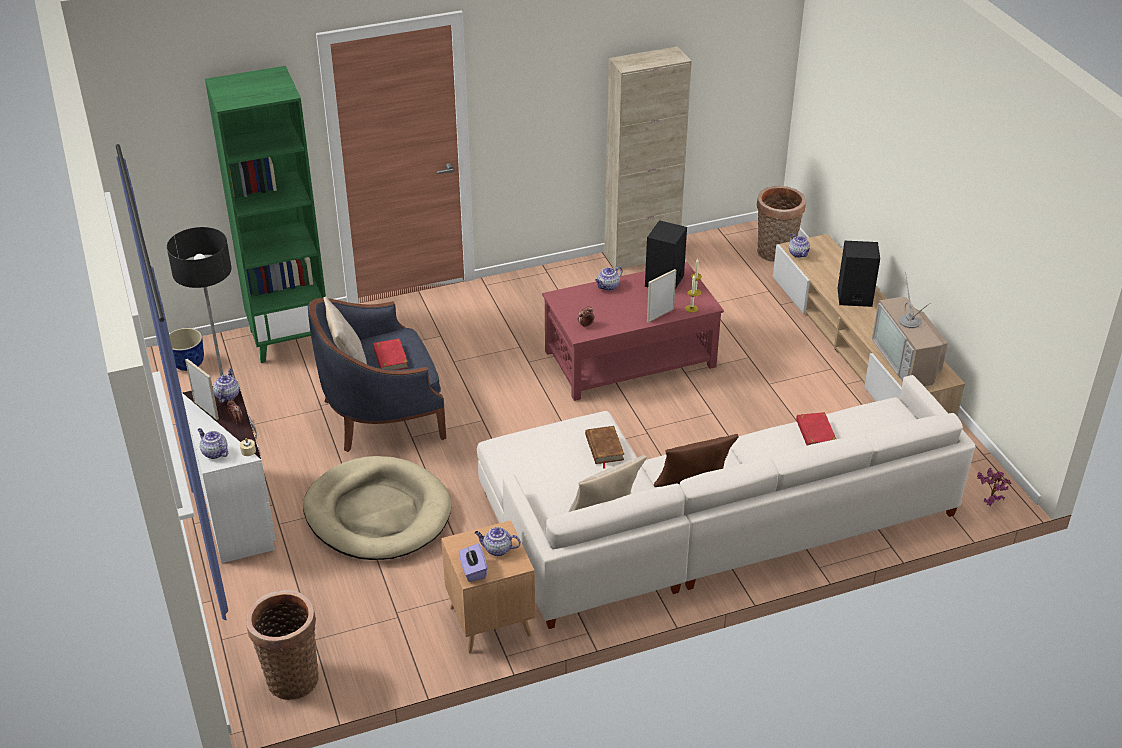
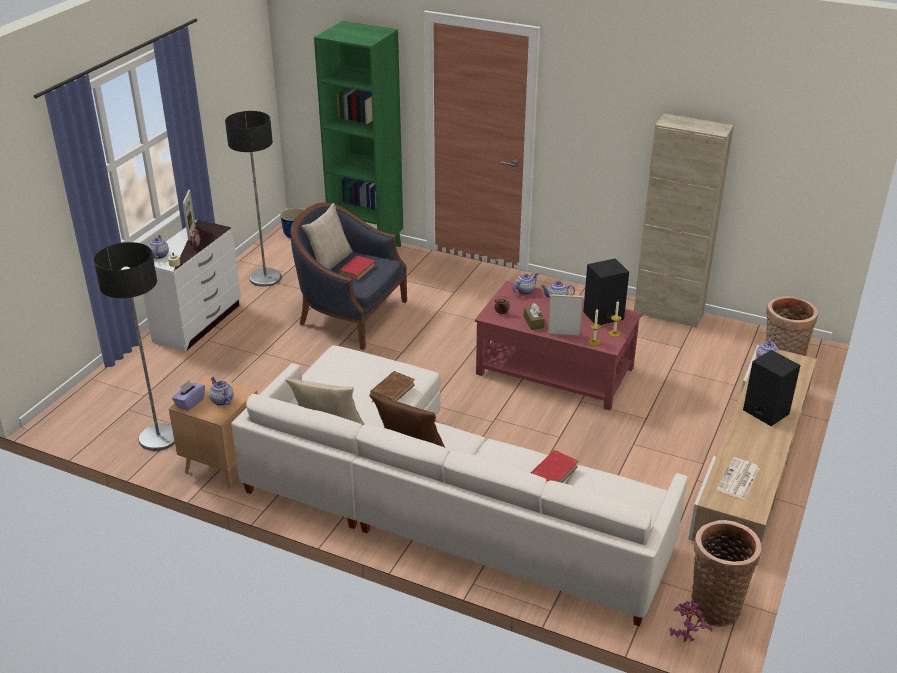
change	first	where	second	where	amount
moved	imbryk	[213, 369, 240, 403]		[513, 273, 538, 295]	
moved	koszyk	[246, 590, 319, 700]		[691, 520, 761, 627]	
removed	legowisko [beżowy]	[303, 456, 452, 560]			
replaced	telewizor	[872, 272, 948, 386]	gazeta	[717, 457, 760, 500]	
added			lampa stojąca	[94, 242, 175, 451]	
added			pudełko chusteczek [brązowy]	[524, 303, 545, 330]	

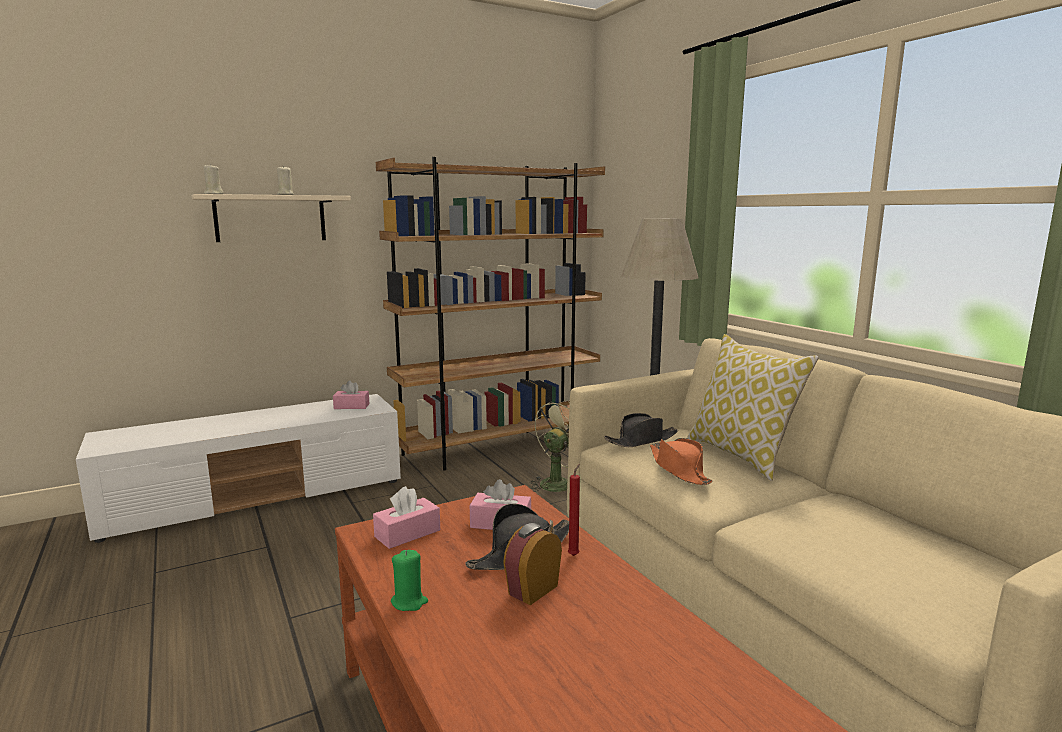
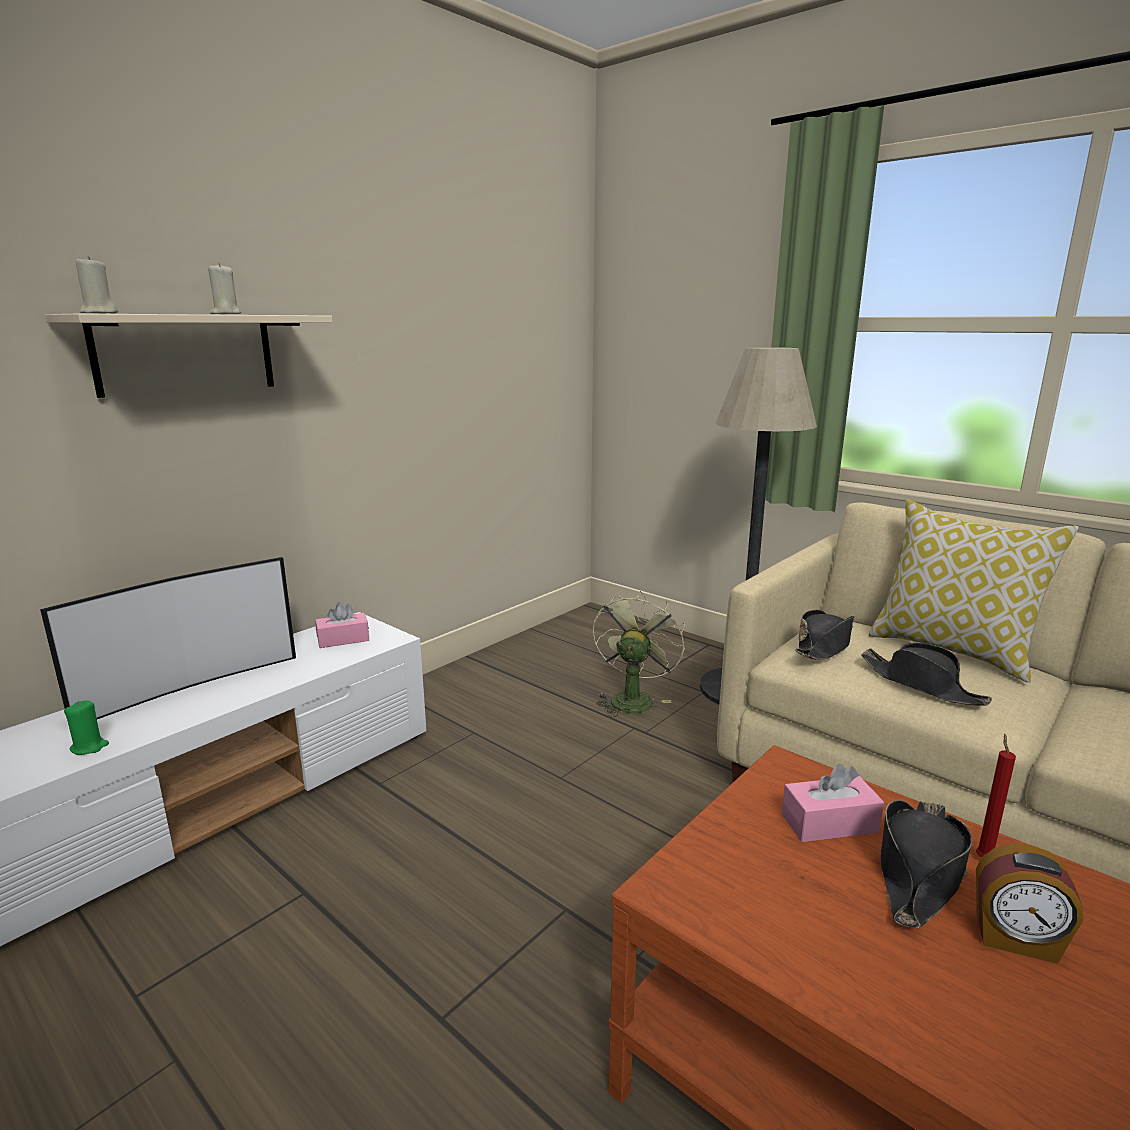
change	first	where	second	where	amount
removed	pudełko chusteczek [różowy]	[373, 486, 440, 549]			
removed	regał [brązowy]	[376, 157, 605, 471]			
moved	świeca [zielony]	[391, 550, 428, 611]		[64, 700, 109, 755]	
turned	budzik	[503, 523, 562, 605]		[976, 844, 1083, 964]	90 degrees counterclockwise
recoloured	kapelusz [pomarańczowy]	[650, 438, 713, 485]	kapelusz [czarny]	[861, 643, 992, 706]	
added			telewizor	[40, 557, 296, 719]	

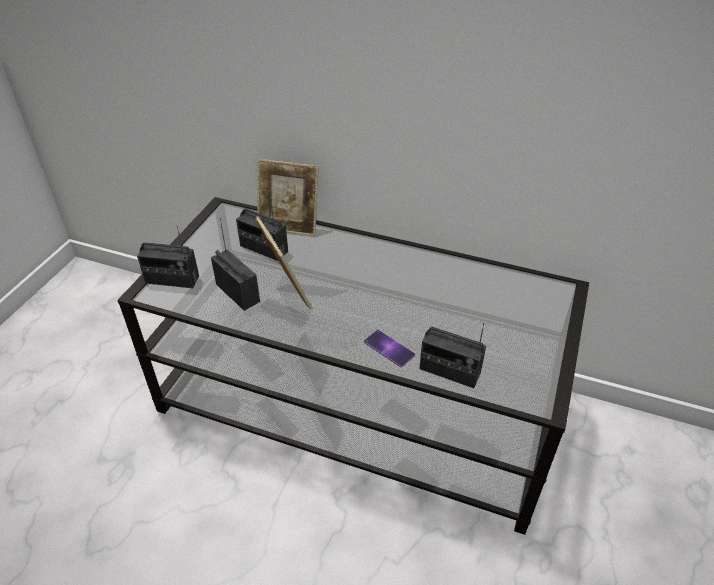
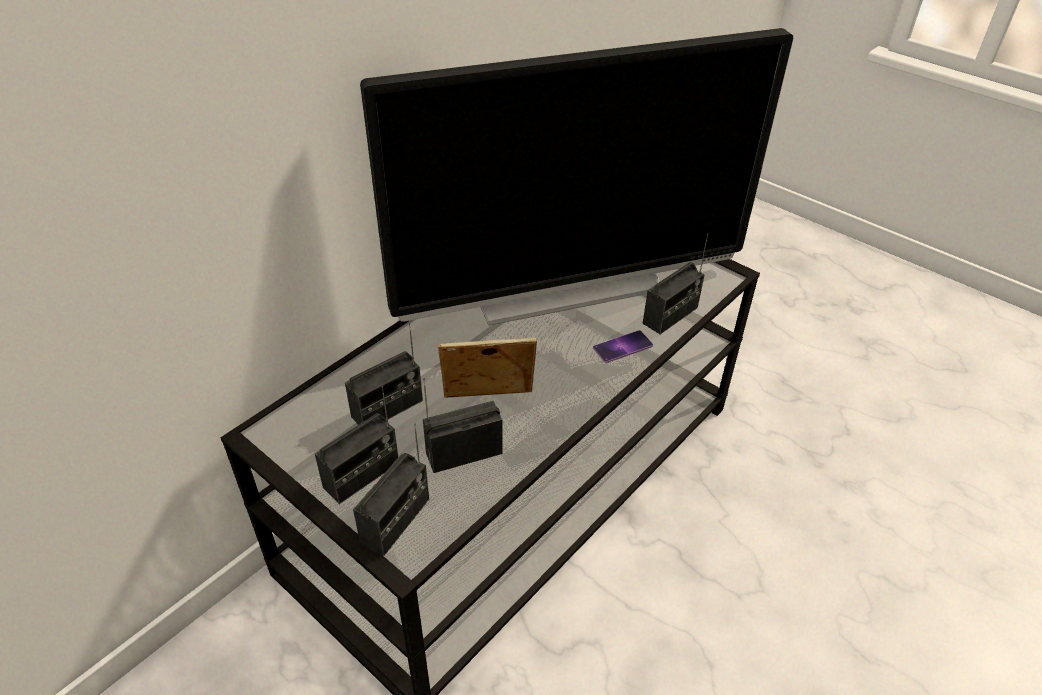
change	first	where	second	where	amount
removed	ramka na zdjęcie	[257, 159, 319, 236]			
added			radio	[315, 386, 398, 504]	
added			telewizor	[360, 28, 793, 325]	

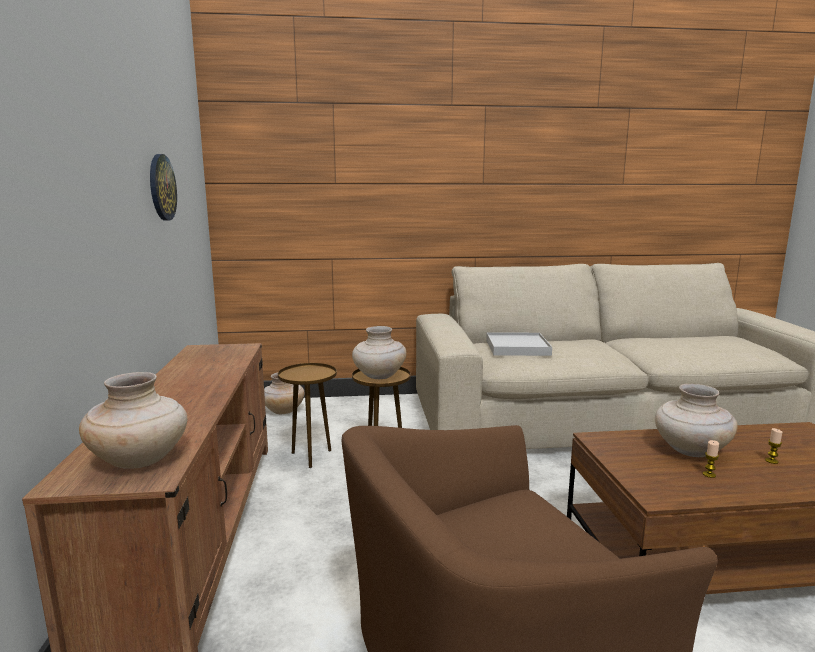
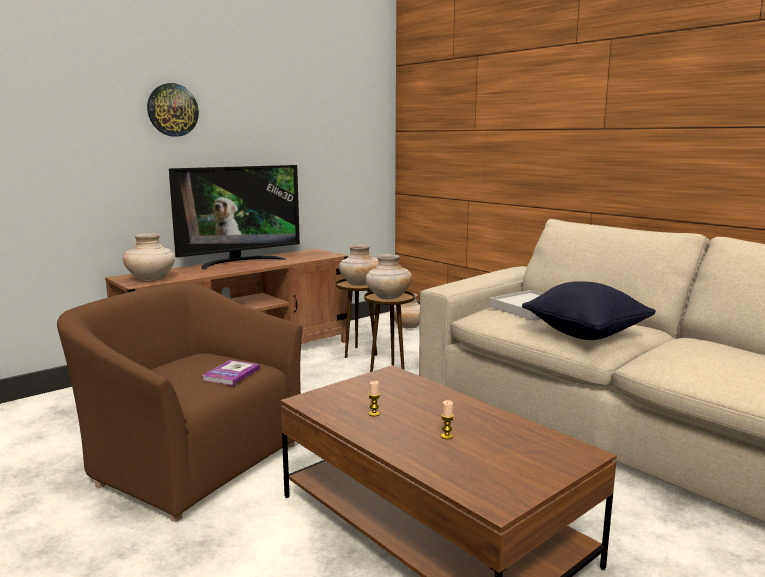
change	first	where	second	where	amount
moved	zegar ścienny	[150, 154, 177, 221]		[147, 83, 199, 137]	
moved	wazon [beżowy]	[655, 384, 738, 457]		[339, 245, 378, 286]	
added			telewizor	[169, 165, 300, 270]	
added			książka	[202, 360, 260, 385]	
added			poduszka [czarny]	[522, 281, 656, 340]	

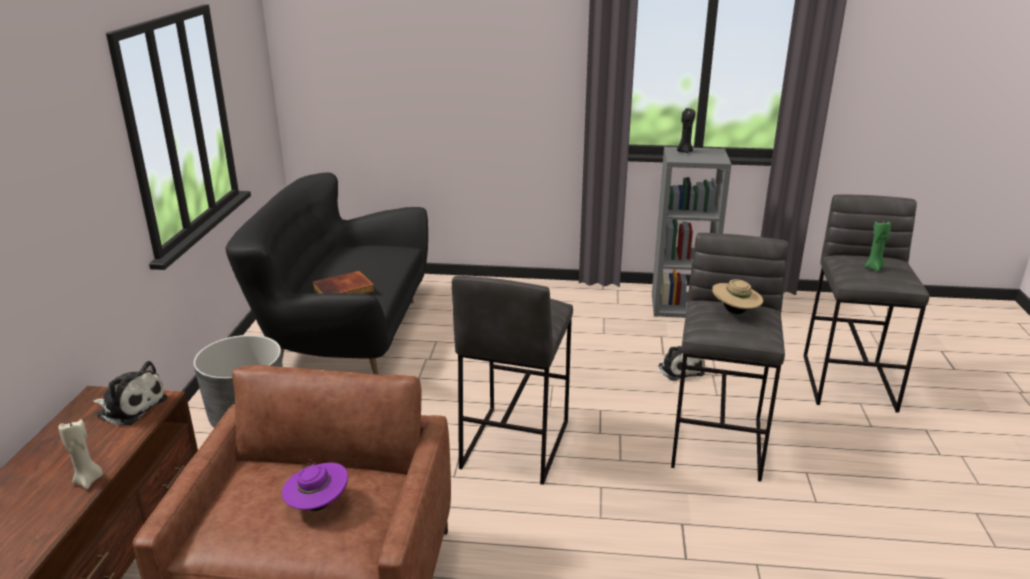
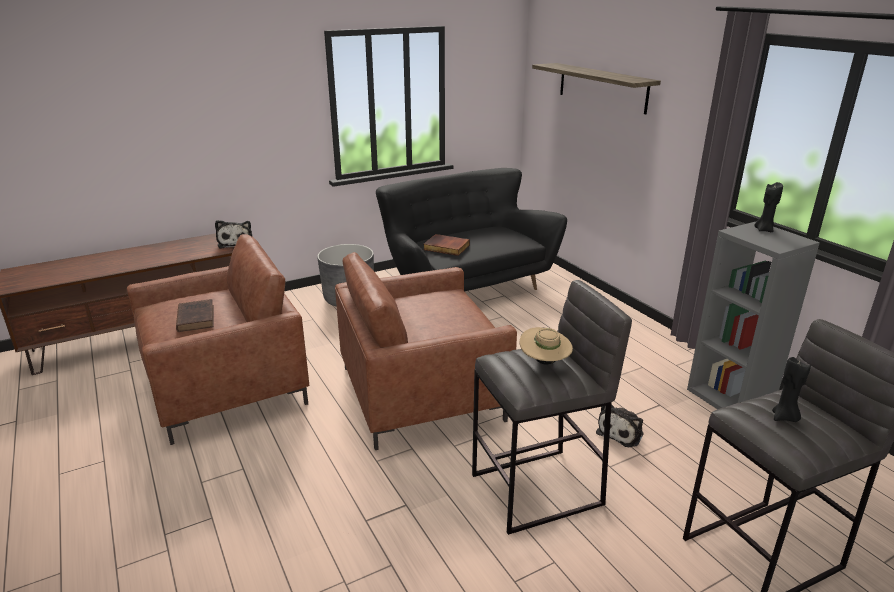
change	first	where	second	where	amount
removed	świeca [beżowy]	[58, 419, 102, 489]			
replaced	kapelusz [fioletowy]	[282, 459, 348, 511]	książka [brązowy]	[176, 299, 214, 332]	
replaced	stołek [szary]	[452, 276, 573, 485]	fotel [brązowy]	[335, 252, 517, 450]	
recoloured	świeca [zielony]	[865, 221, 891, 272]	świeca [czarny]	[772, 357, 811, 422]	
added			półka	[532, 63, 661, 114]	

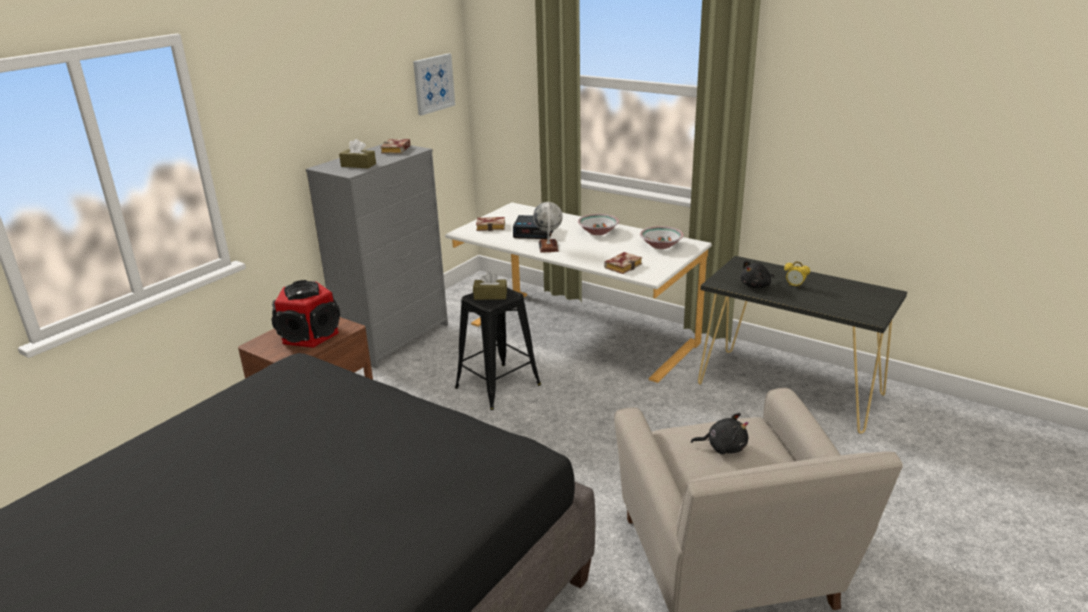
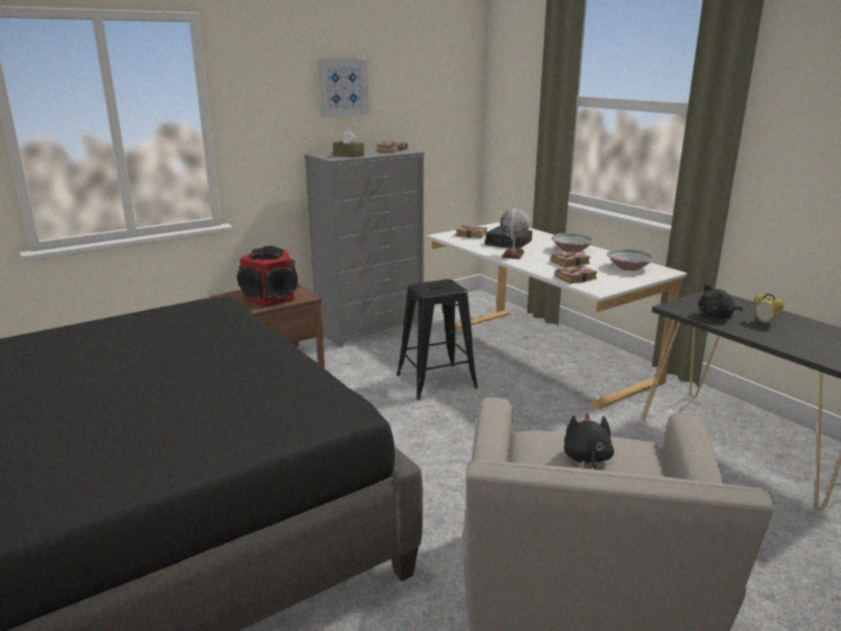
change	first	where	second	where	amount
moved	obraz	[413, 53, 455, 116]		[317, 59, 369, 117]	
removed	pudełko chusteczek [brązowy]	[473, 271, 507, 300]			
turned	pluszak [czarny]	[691, 413, 748, 454]		[564, 413, 614, 470]	120 degrees counterclockwise
added			książka	[551, 251, 590, 267]	

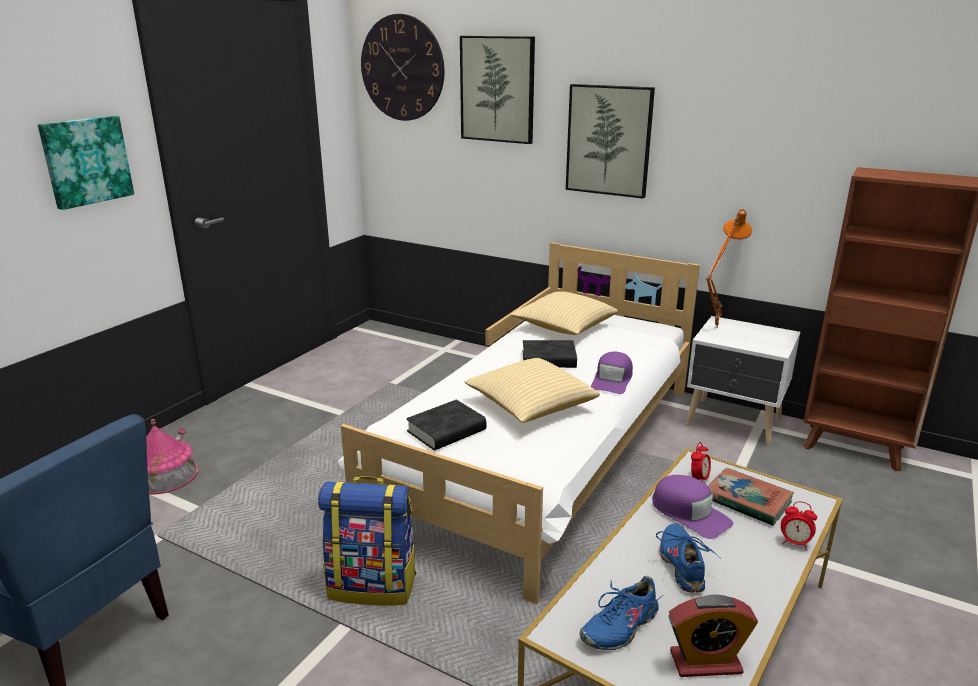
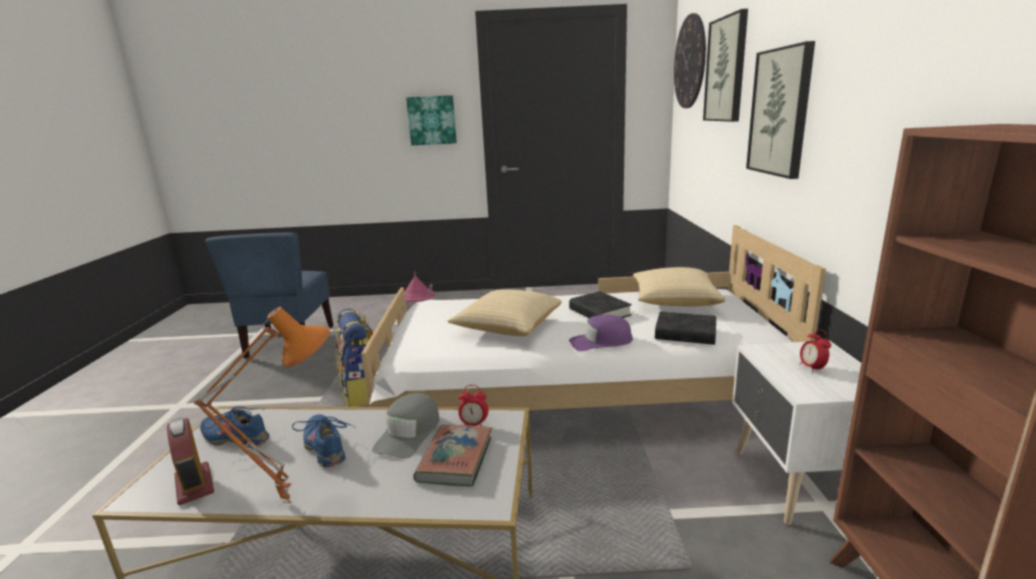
change	first	where	second	where	amount
moved	książka [czarny]	[406, 400, 486, 450]		[655, 312, 716, 345]	
recoloured	czapka z daszkiem [fioletowy]	[652, 475, 733, 539]	czapka z daszkiem [szary]	[372, 393, 440, 459]	
turned	but [niebieski]	[656, 524, 721, 593]		[292, 414, 356, 468]	90 degrees counterclockwise
moved	lampa stołowa [pomarańczowy]	[706, 209, 752, 329]		[194, 307, 330, 503]	
moved	budzik	[781, 501, 817, 550]		[800, 329, 831, 374]	

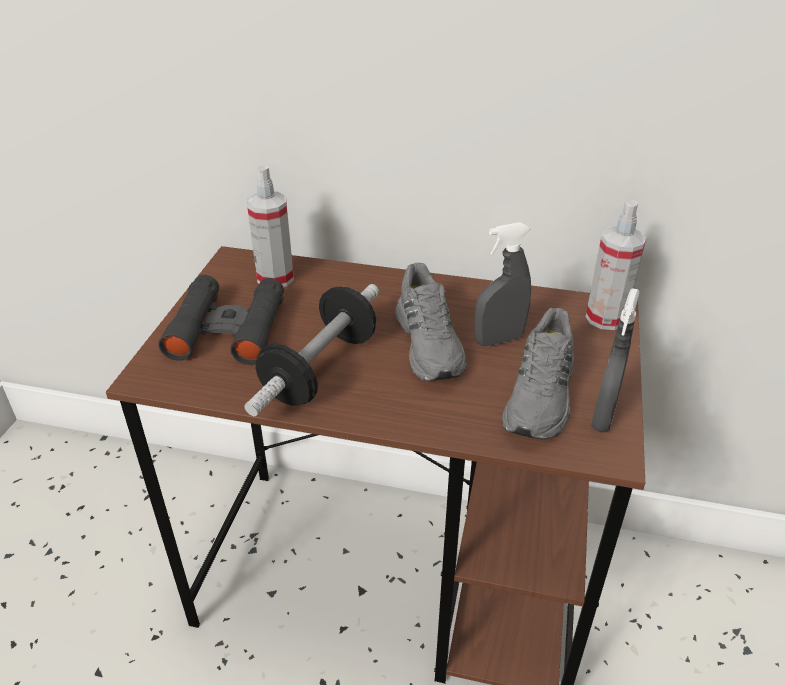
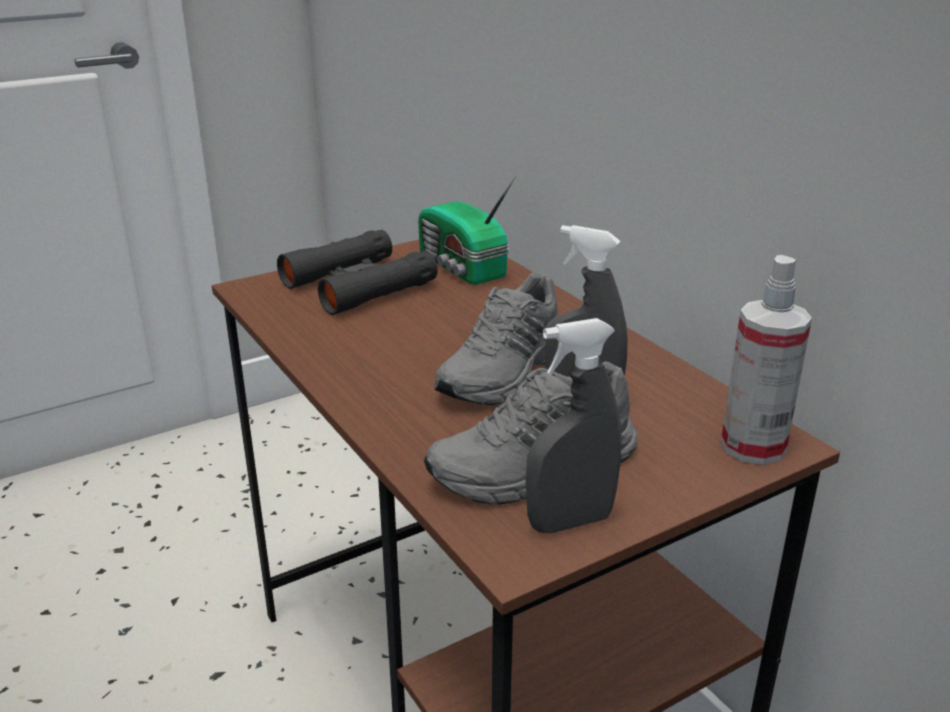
change	first	where	second	where	amount
removed	hantel	[244, 284, 379, 416]			
replaced	spryskiwacz	[247, 166, 294, 287]	radio	[418, 176, 516, 285]	

